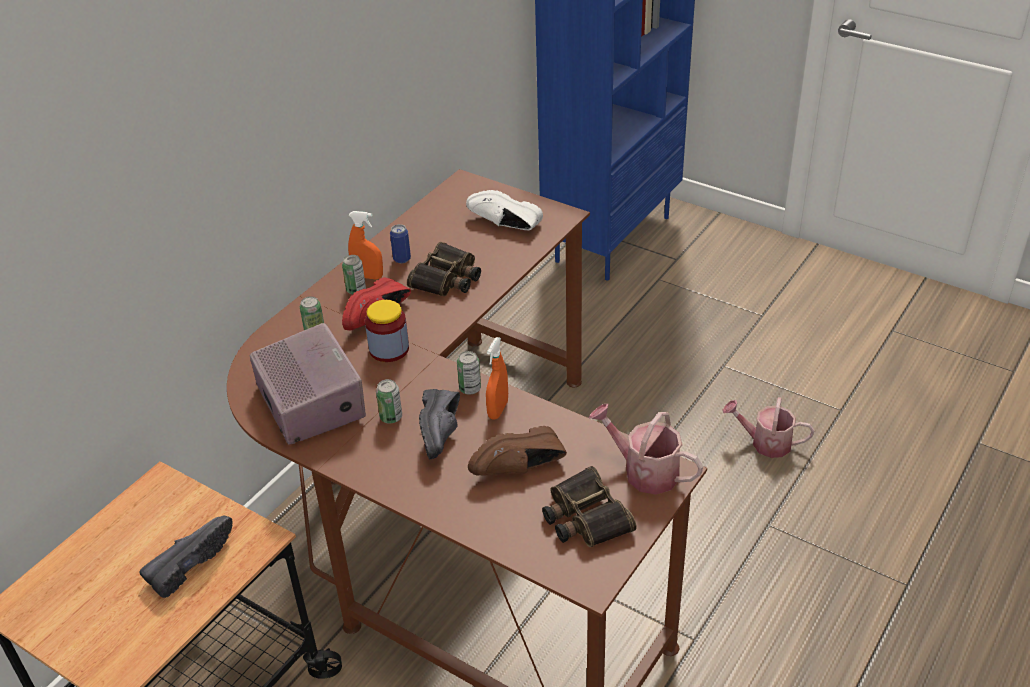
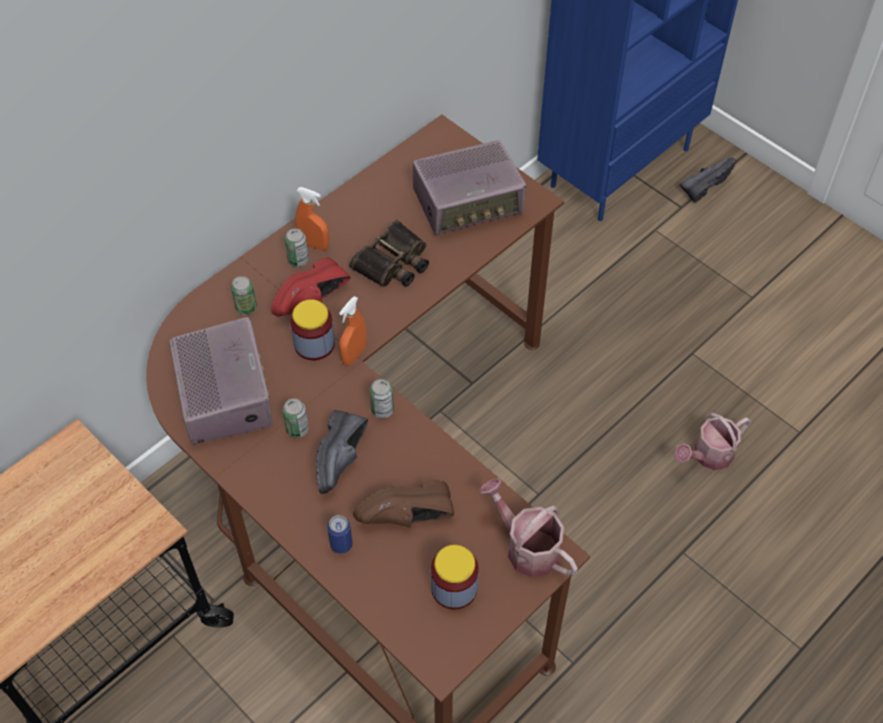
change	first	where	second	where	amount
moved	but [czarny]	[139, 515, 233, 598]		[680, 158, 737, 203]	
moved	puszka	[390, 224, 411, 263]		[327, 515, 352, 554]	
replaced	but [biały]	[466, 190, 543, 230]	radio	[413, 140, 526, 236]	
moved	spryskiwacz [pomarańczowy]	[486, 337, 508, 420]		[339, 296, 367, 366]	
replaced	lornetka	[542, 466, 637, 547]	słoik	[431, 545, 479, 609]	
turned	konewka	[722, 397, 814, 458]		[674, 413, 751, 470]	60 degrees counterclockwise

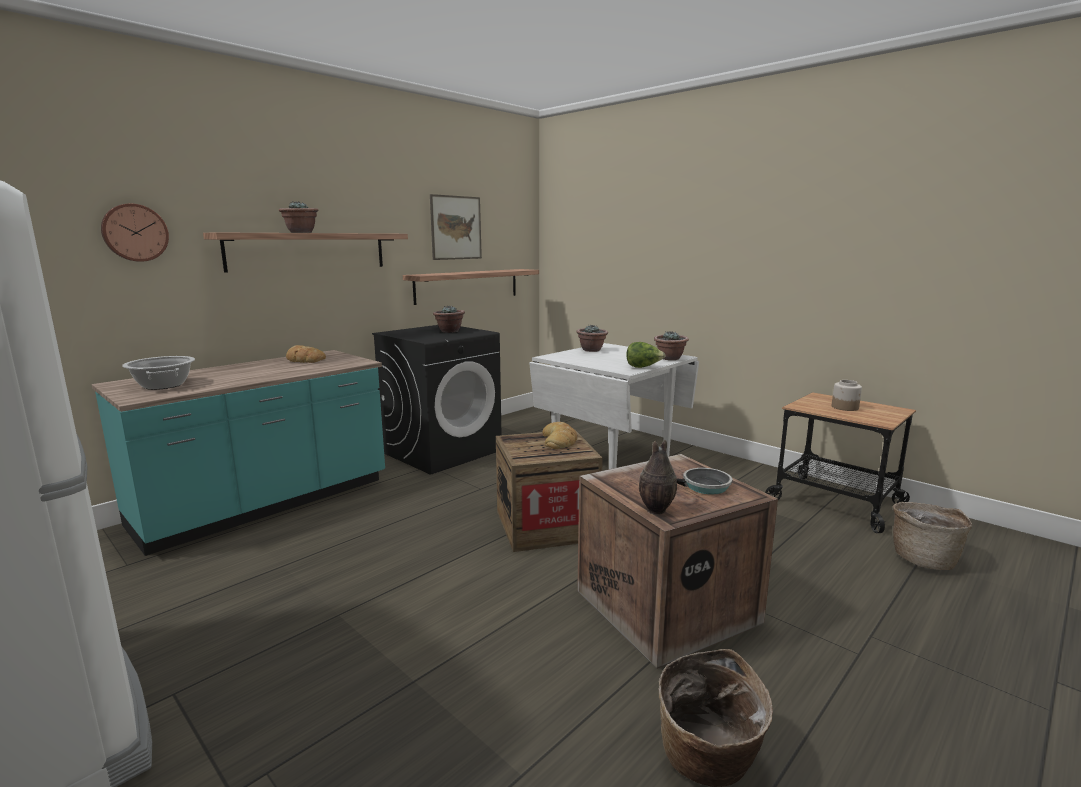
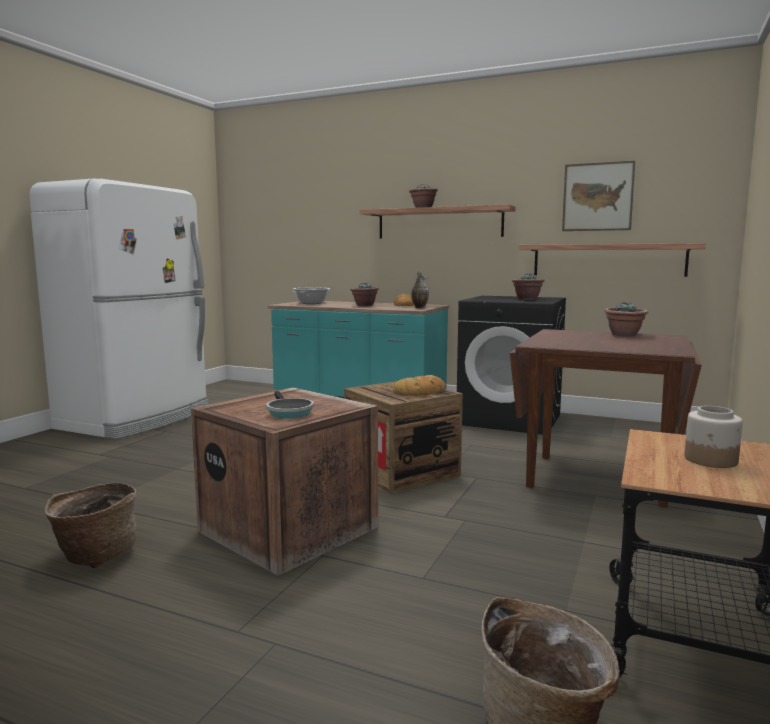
change	first	where	second	where	amount
removed	zegar ścienny	[101, 203, 169, 262]			
recoloured	stół jadalny [biały]	[529, 343, 699, 469]	stół jadalny [brązowy]	[510, 329, 702, 508]	
removed	sałata	[626, 342, 666, 368]			
moved	wazon	[639, 440, 677, 514]		[411, 271, 429, 308]	
moved	roślina doniczkowa	[654, 331, 689, 360]		[350, 283, 379, 306]	

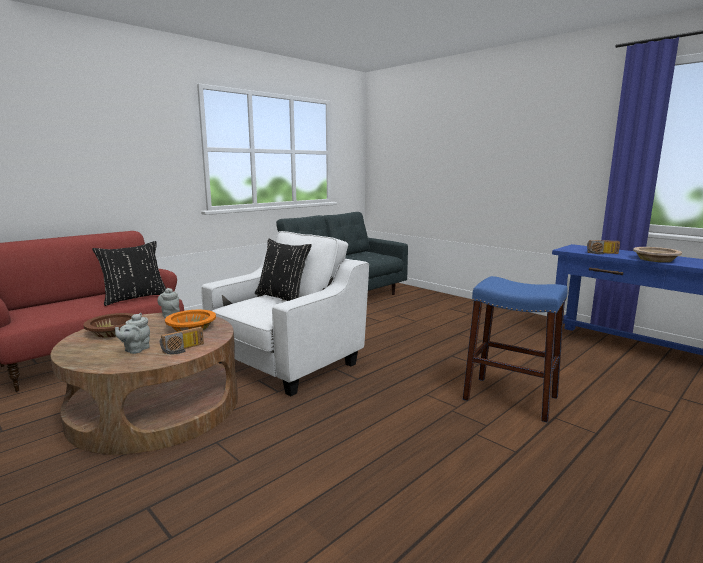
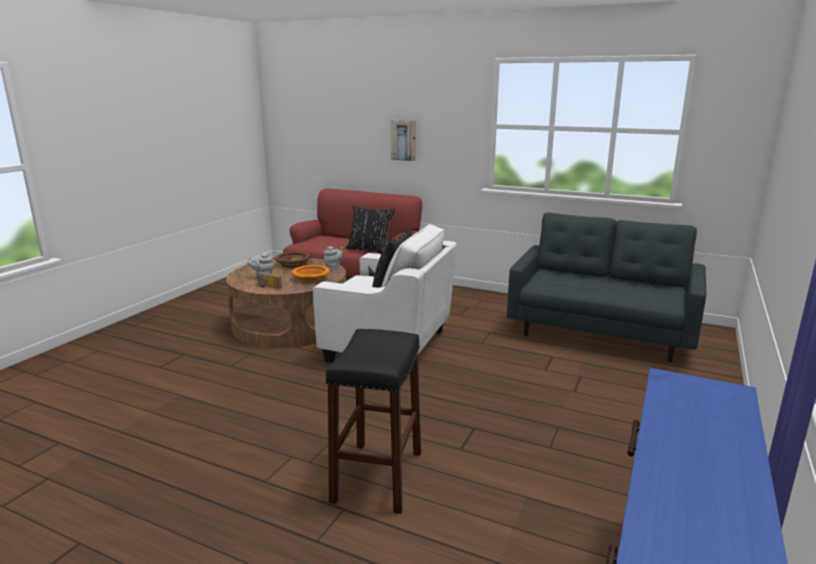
change	first	where	second	where	amount
recoloured	stołek [niebieski]	[463, 276, 568, 422]	stołek [czarny]	[326, 329, 421, 514]	
removed	radio	[587, 240, 620, 254]			
removed	miska [beżowy]	[633, 247, 682, 262]			
added			obraz	[391, 120, 416, 161]	

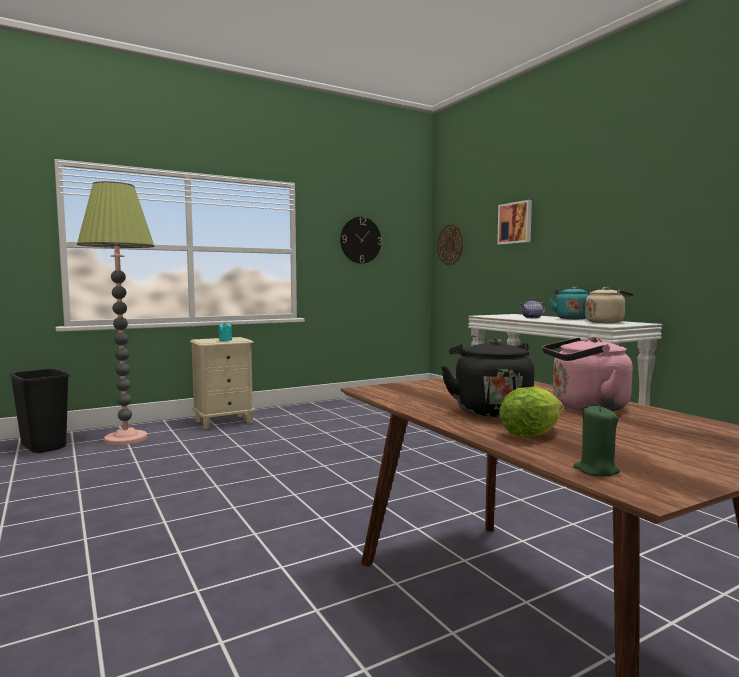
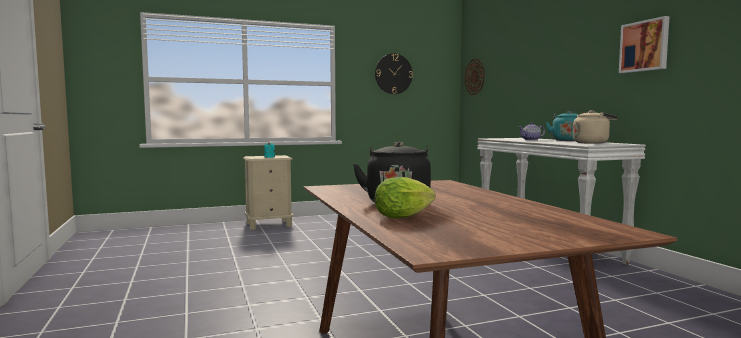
change	first	where	second	where	amount
removed	kosz na śmieci [czarny]	[9, 369, 70, 453]			
removed	lampa stojąca	[77, 181, 155, 445]			
moved	obraz	[497, 200, 532, 245]		[619, 16, 670, 73]	
removed	czajnik [różowy]	[542, 336, 633, 411]			
removed	świeca [zielony]	[573, 405, 620, 477]			

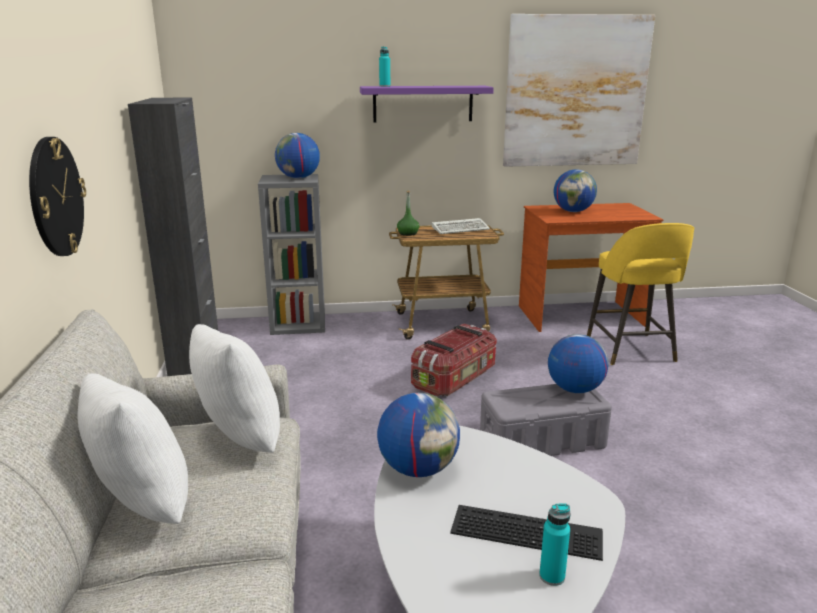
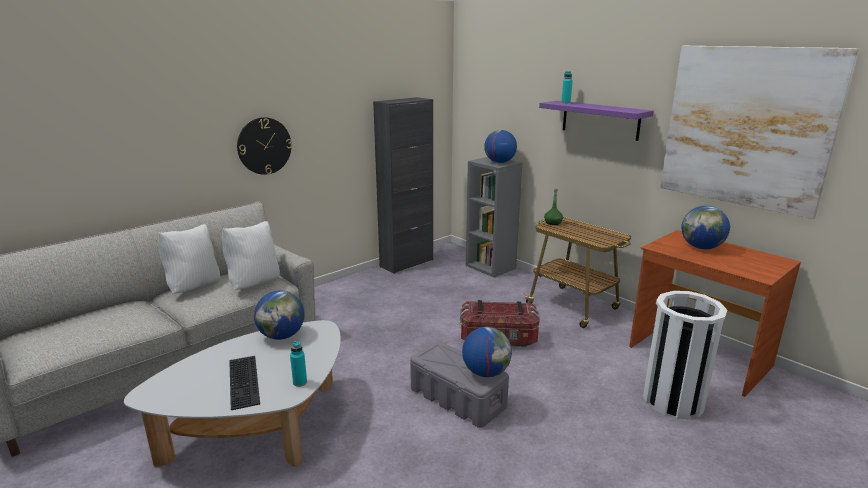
change	first	where	second	where	amount
removed	klawiatura	[432, 218, 490, 234]			
moved	butelka [turkusowy]	[539, 503, 571, 586]		[290, 341, 307, 387]	
replaced	stołek [żółty]	[587, 223, 694, 365]	kosz na śmieci [biały]	[643, 291, 727, 419]	

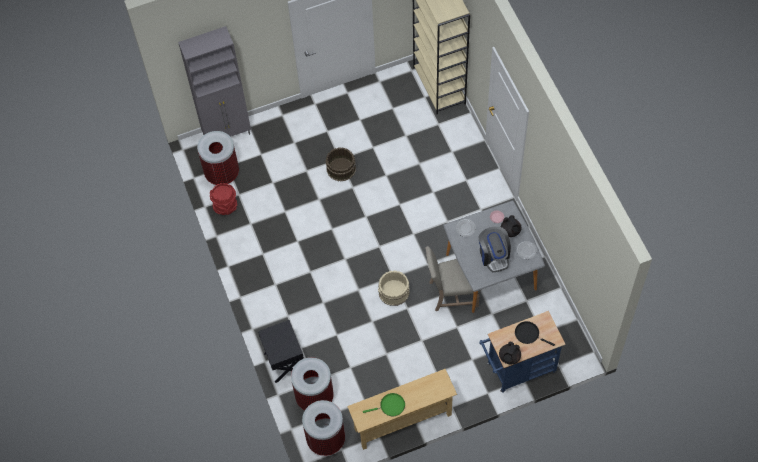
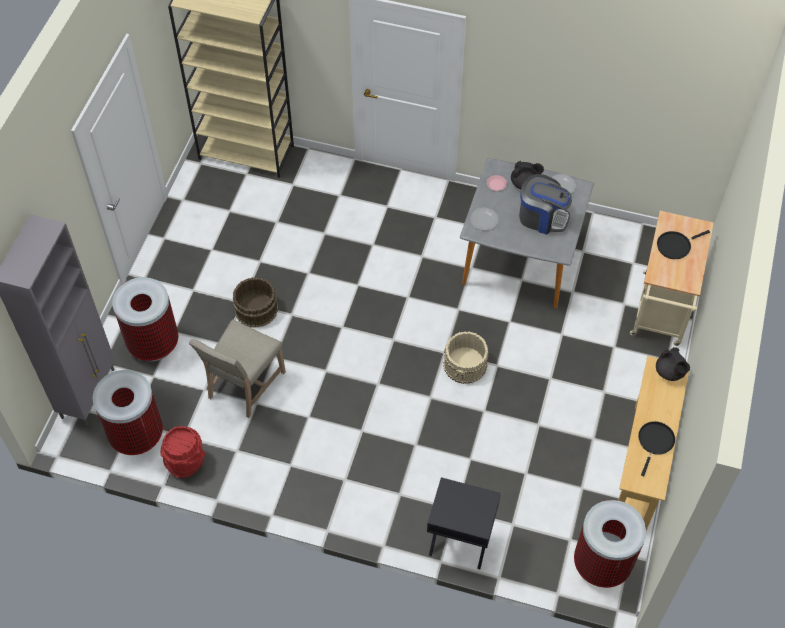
change	first	where	second	where	amount
moved	kosz na śmieci	[291, 357, 334, 410]		[112, 277, 178, 361]	
recoloured	patelnia [zielony]	[363, 393, 405, 416]	patelnia [czarny]	[638, 421, 675, 476]	
moved	krzesło [beżowy]	[425, 246, 481, 311]		[189, 319, 286, 418]	
recoloured	wózek [niebieski]	[479, 311, 565, 393]	wózek [beżowy]	[630, 211, 714, 346]	
moved	imbryk [czarny]	[499, 341, 521, 364]		[656, 347, 690, 381]	

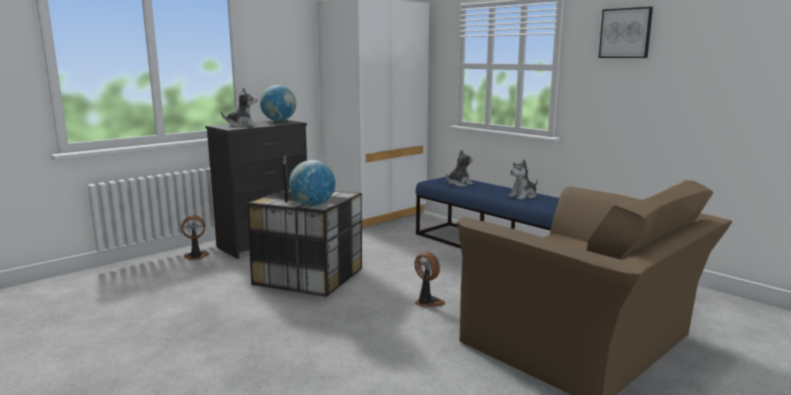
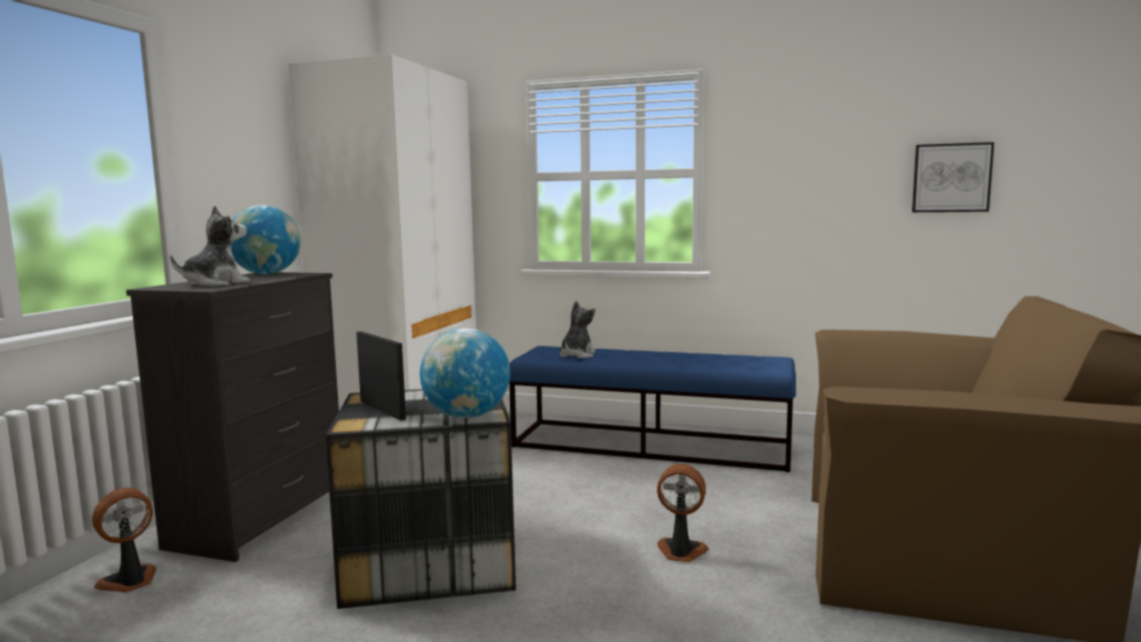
change	first	where	second	where	amount
removed	pluszak	[508, 160, 538, 199]			
moved	obraz	[599, 7, 653, 58]		[912, 142, 994, 212]	

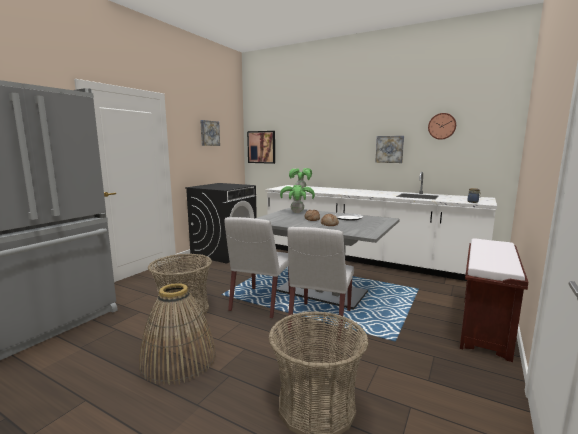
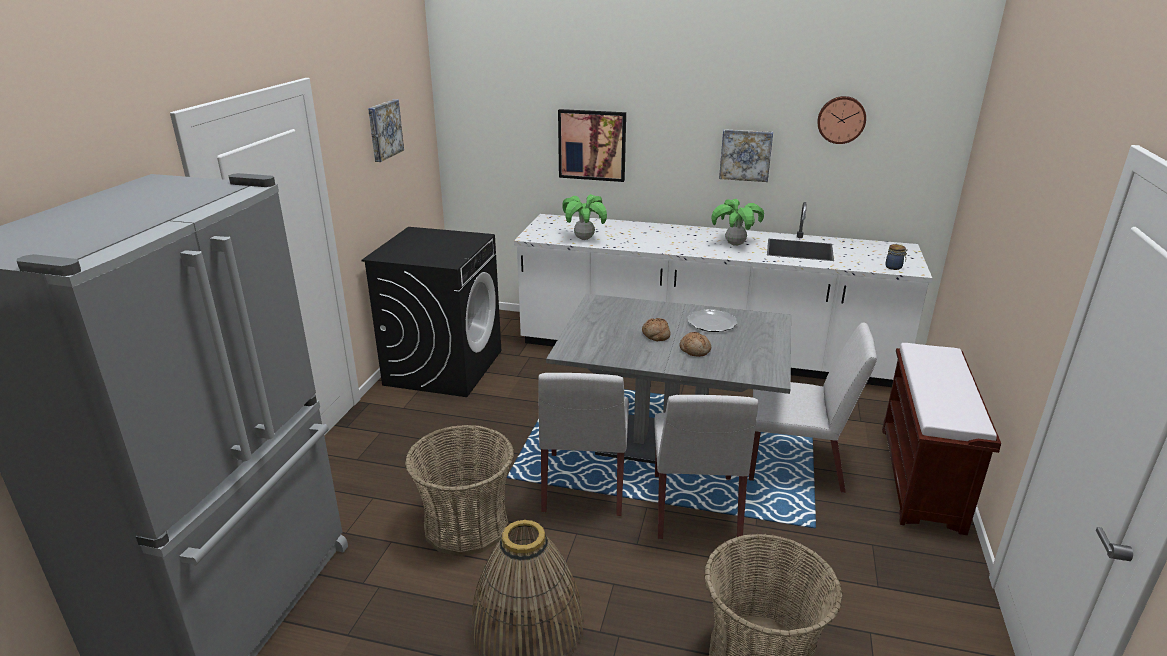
change	first	where	second	where	amount
moved	obraz	[247, 131, 275, 164]		[558, 109, 626, 182]	
moved	roślina doniczkowa	[280, 185, 315, 213]		[711, 199, 764, 246]	
added			krzesło [biały]	[749, 322, 877, 493]	

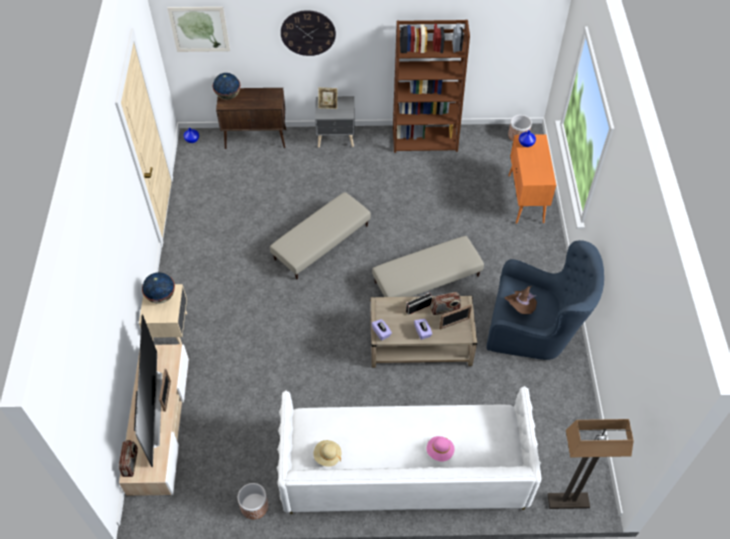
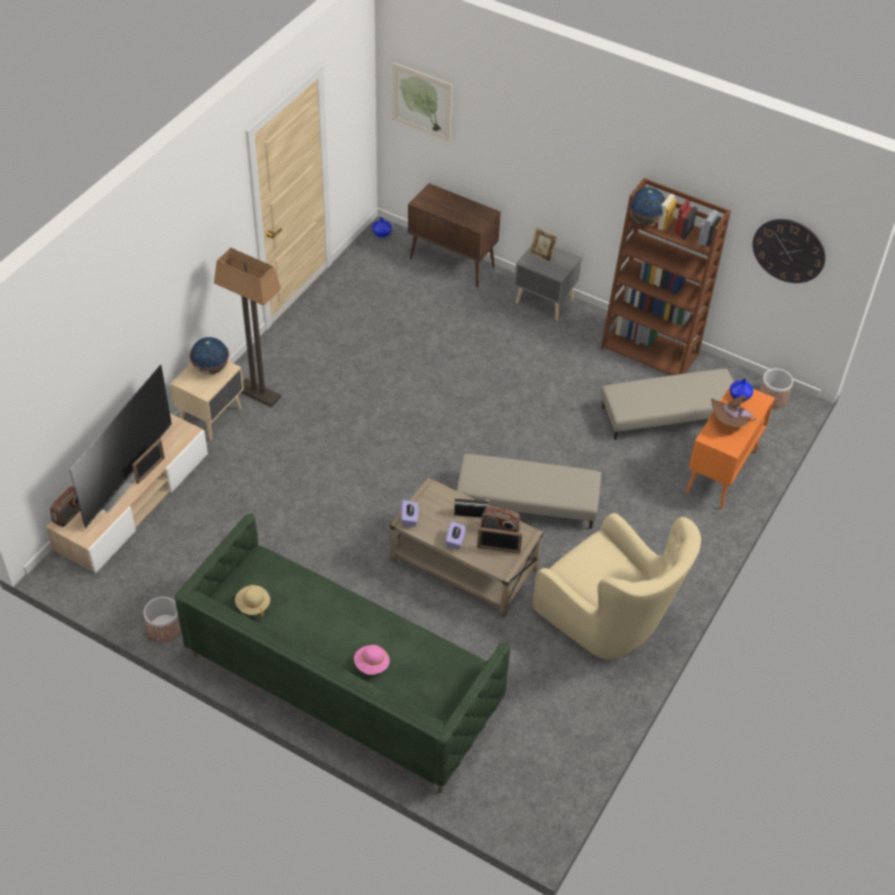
change	first	where	second	where	amount
moved	globus	[213, 73, 240, 100]		[629, 187, 666, 225]	
moved	pufa [beżowy]	[270, 192, 371, 280]		[601, 369, 733, 440]	
recoloured	kanapa [biały]	[277, 386, 541, 514]	kanapa [zielony]	[175, 513, 510, 793]	
moved	zegar ścienny	[281, 10, 336, 56]		[753, 219, 826, 283]	
recoloured	fotel [niebieski]	[486, 240, 604, 360]	fotel [beżowy]	[533, 513, 701, 659]	
moved	kapelusz [brązowy]	[505, 286, 537, 314]		[711, 395, 756, 427]	
moved	lampa stojąca	[547, 419, 634, 509]		[214, 247, 281, 407]	

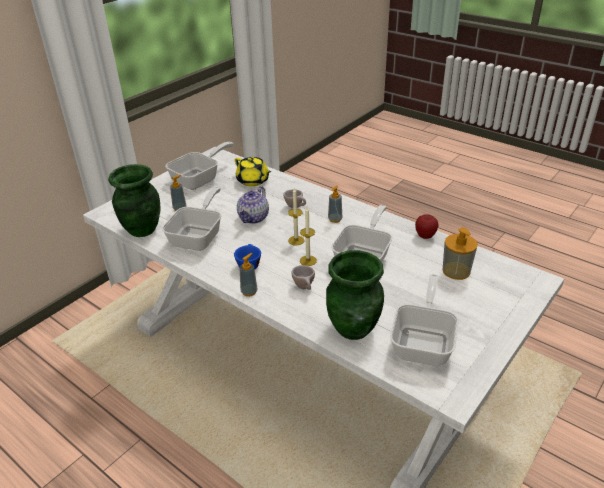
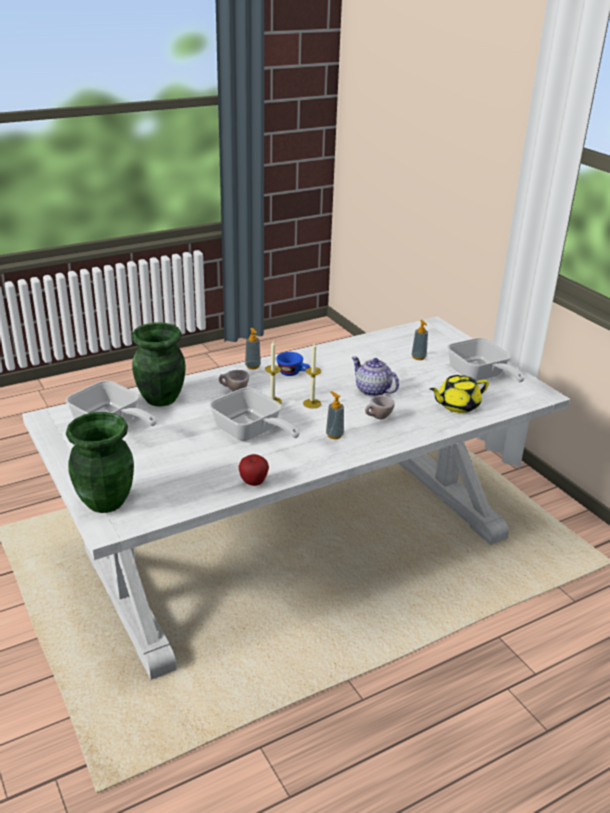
change	first	where	second	where	amount
moved	wazon [zielony]	[108, 164, 160, 237]		[66, 412, 134, 513]	
removed	patelnia	[162, 187, 222, 251]			
removed	dozownik mydła	[442, 227, 478, 280]			

